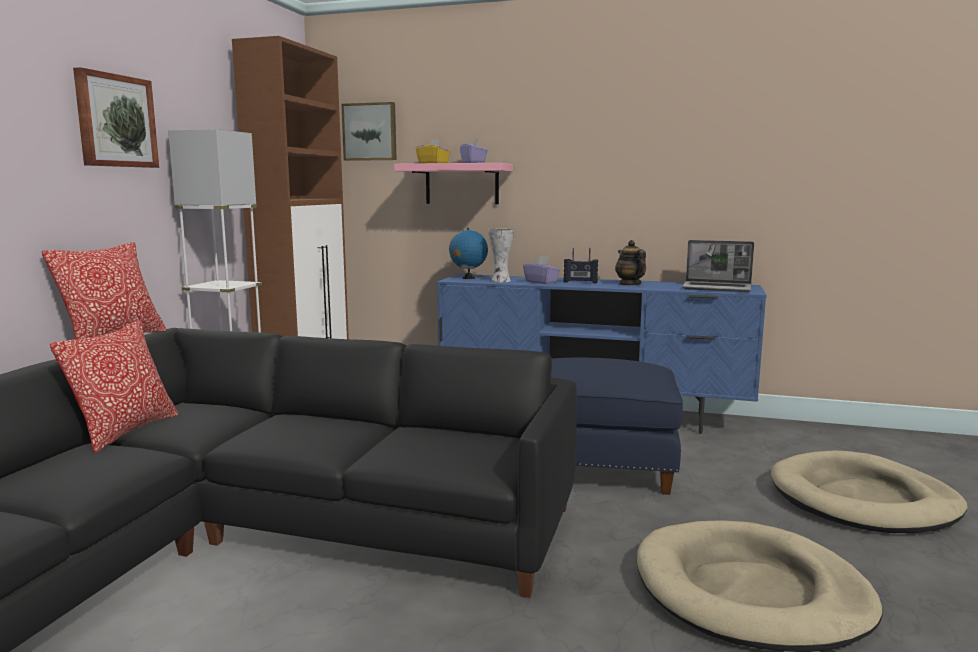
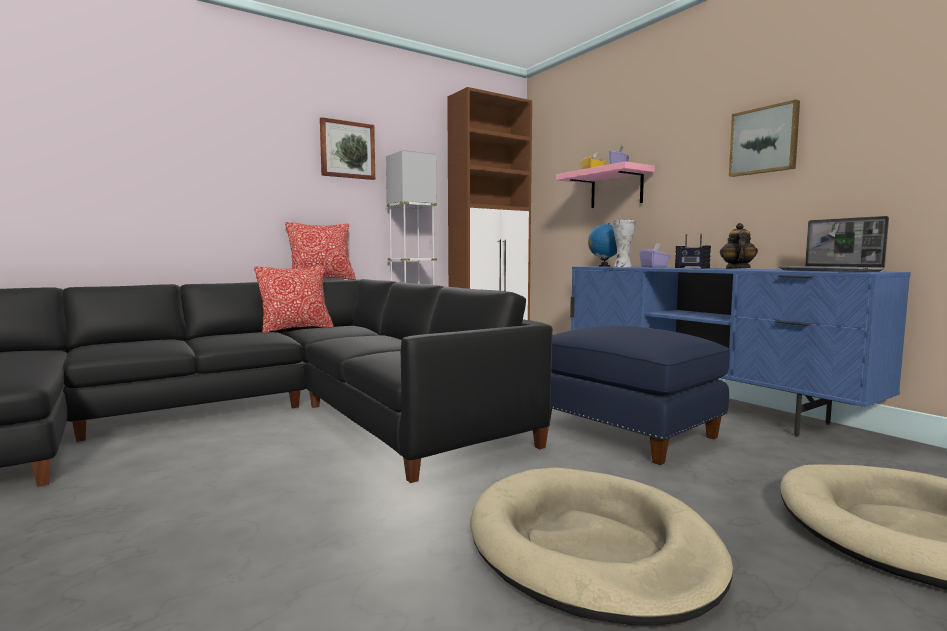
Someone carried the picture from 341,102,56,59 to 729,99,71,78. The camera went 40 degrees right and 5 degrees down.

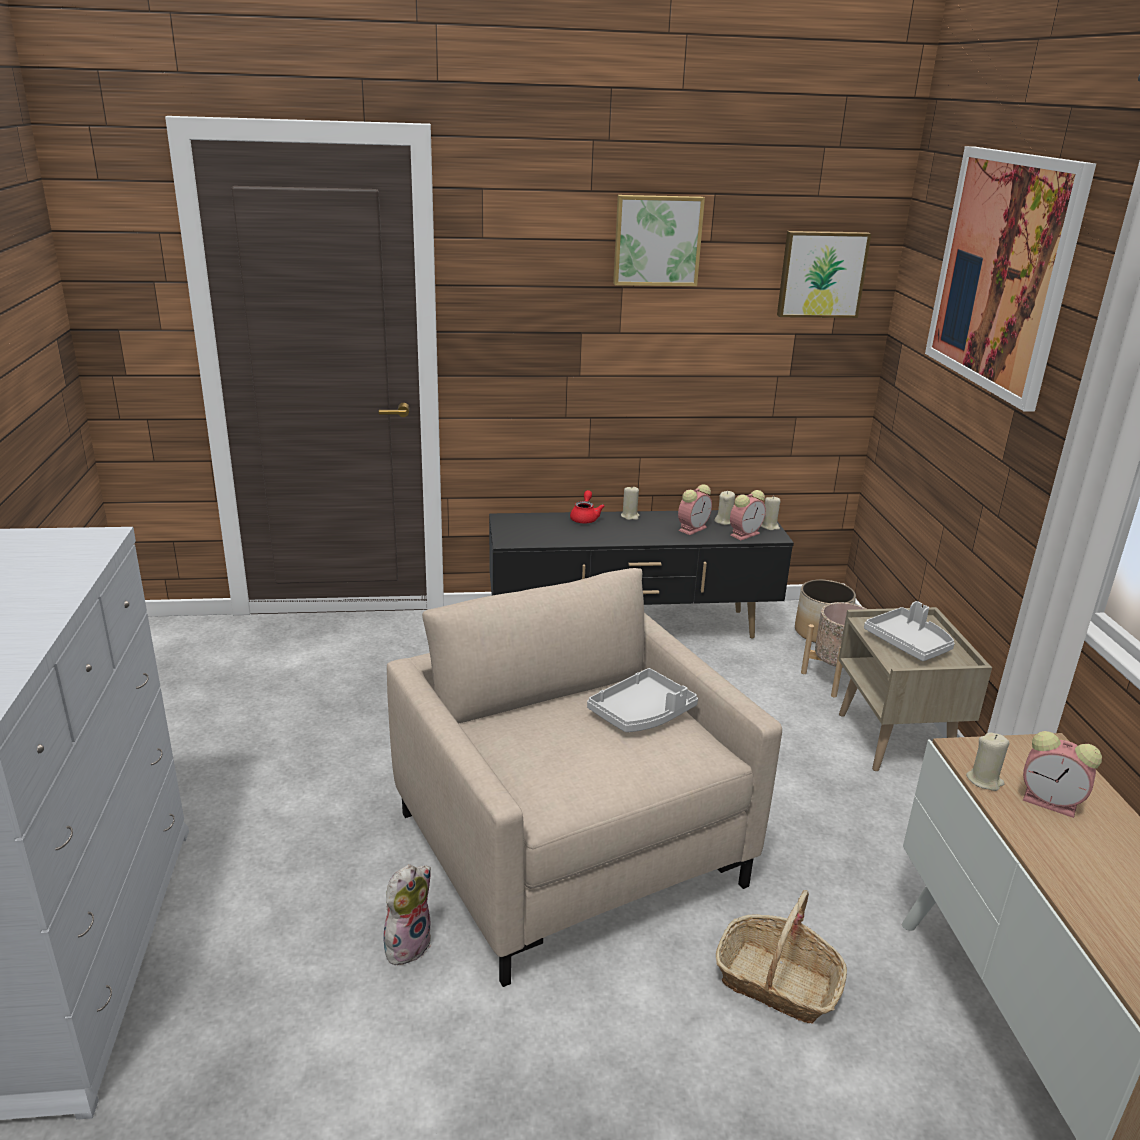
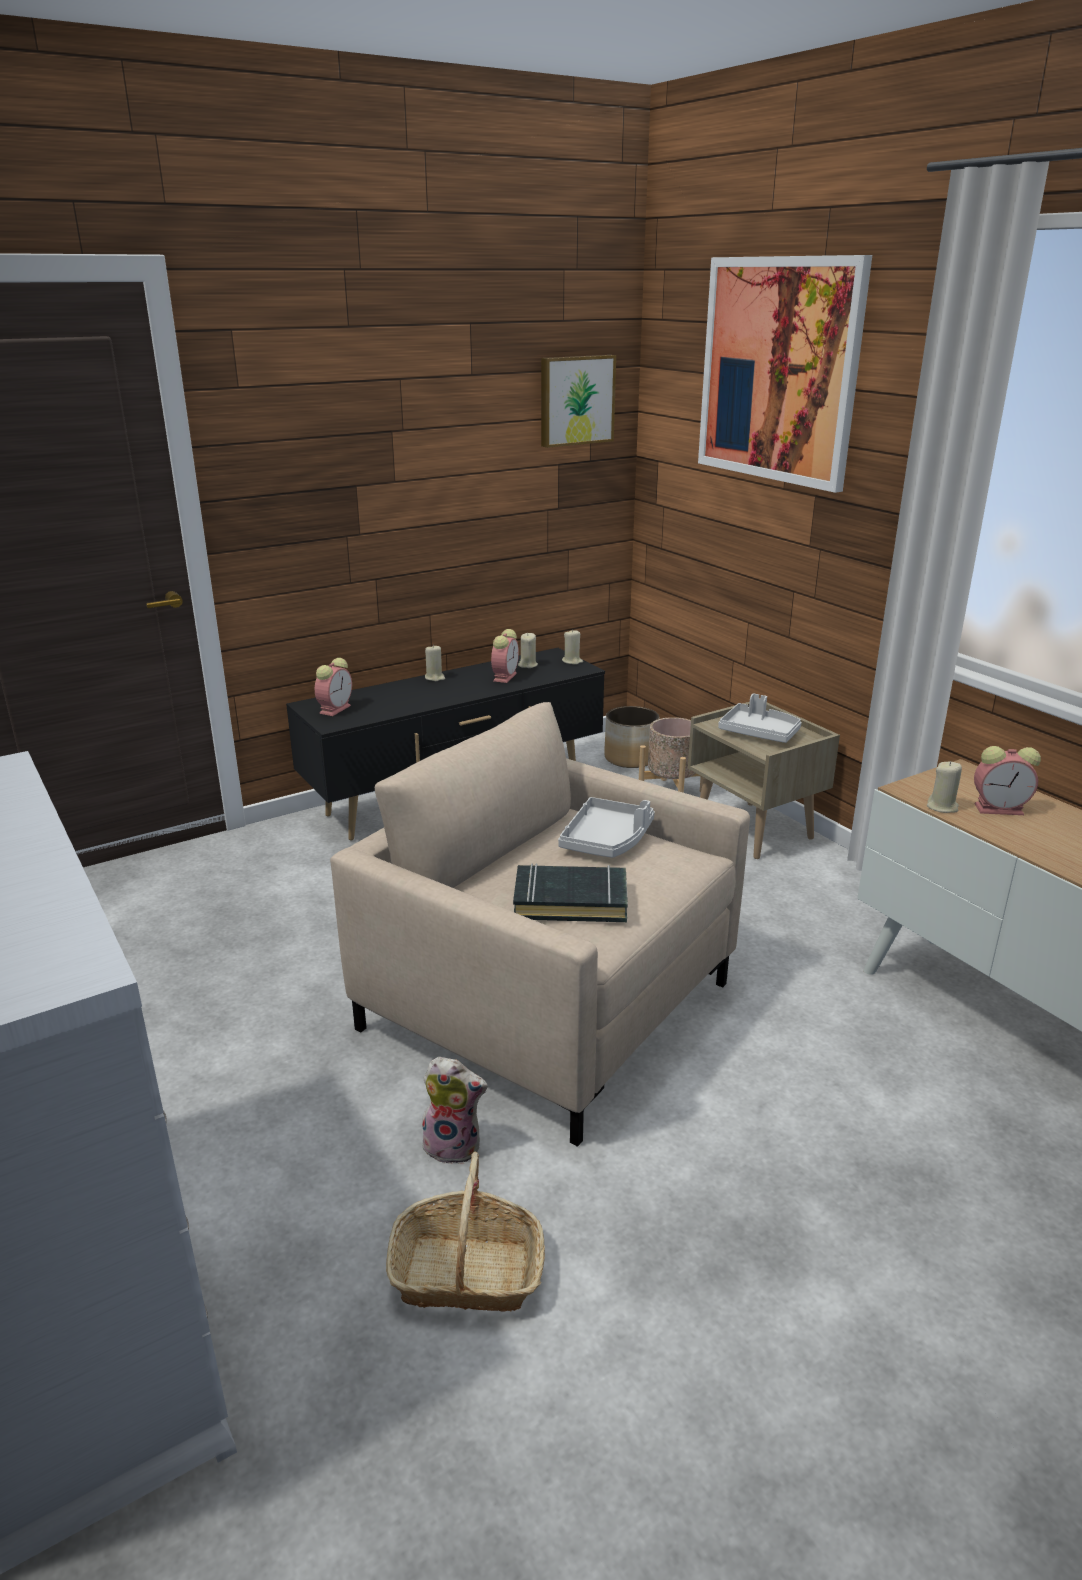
Someone carried the alarm clock from 730,490,36,50 to 315,658,37,58. Someone carried the basket from 716,890,131,134 to 386,1152,159,160. Someone rotated the plush toy at 383,864,48,105 by 90 degrees clockwise. Someone put down the black book at 513,863,115,59. Someone took away the red teapot at 570,490,35,34. Someone took away the picture at 613,195,92,91. The camera went 25 degrees left and 0 degrees up.

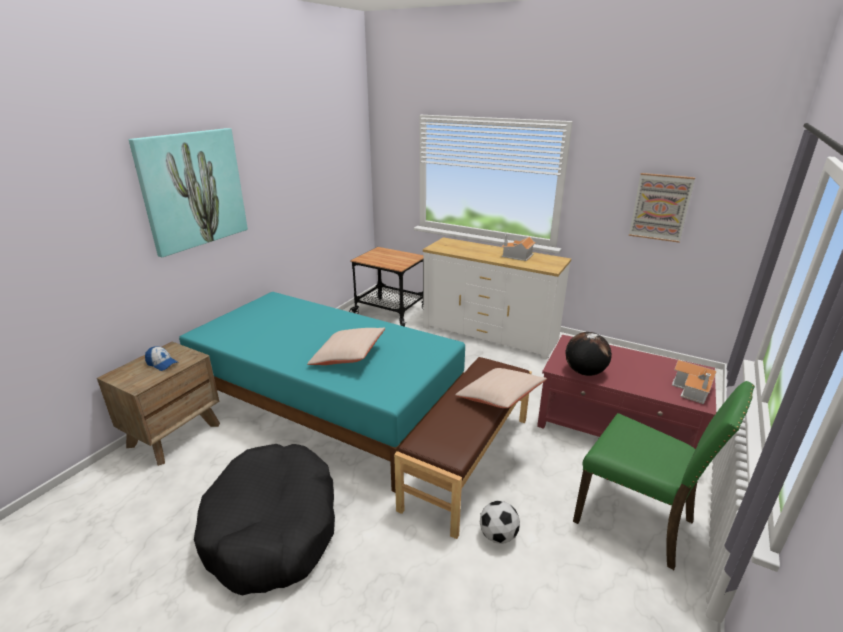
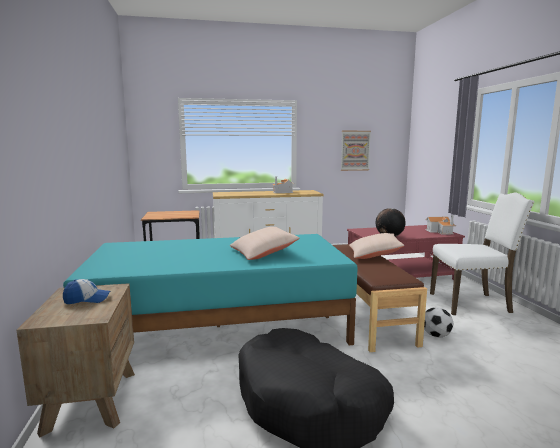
Someone repainted the green chair at 573,381,182,189, which became the white chair at 430,193,104,122. Someone took away the picture at 129,128,119,129. The camera went 40 degrees left and 15 degrees down.

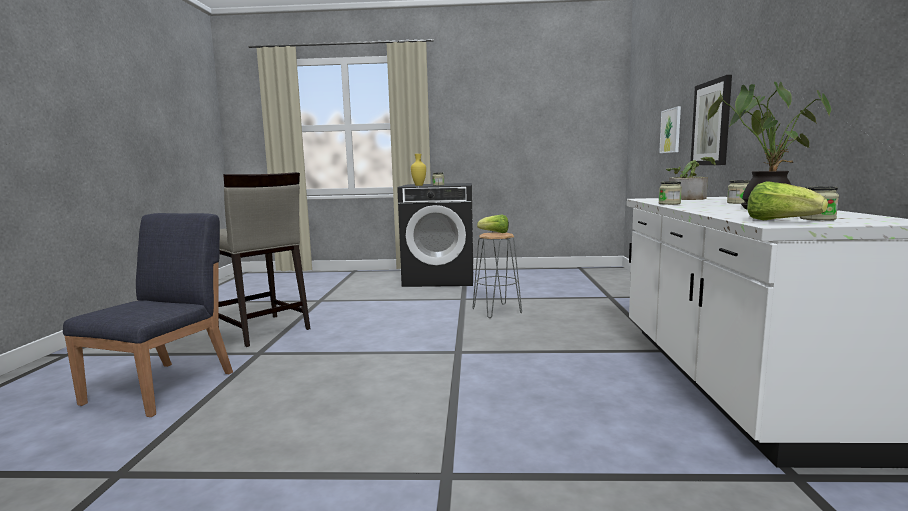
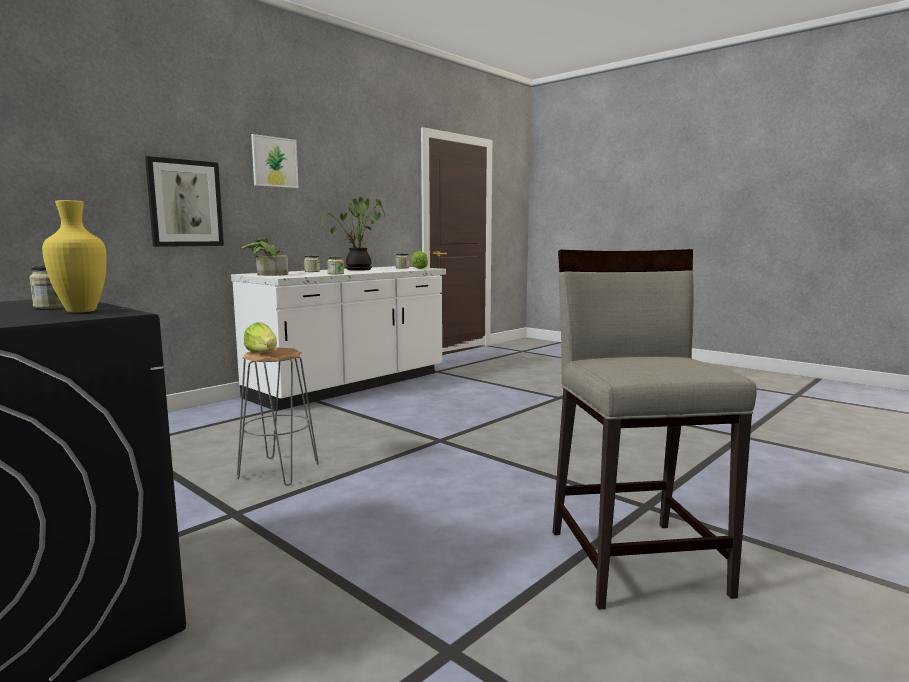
Someone carried the picture from 659,106,22,47 to 251,134,48,54. Someone took away the blue chair at 63,213,170,204. The camera went 140 degrees left and 0 degrees up.

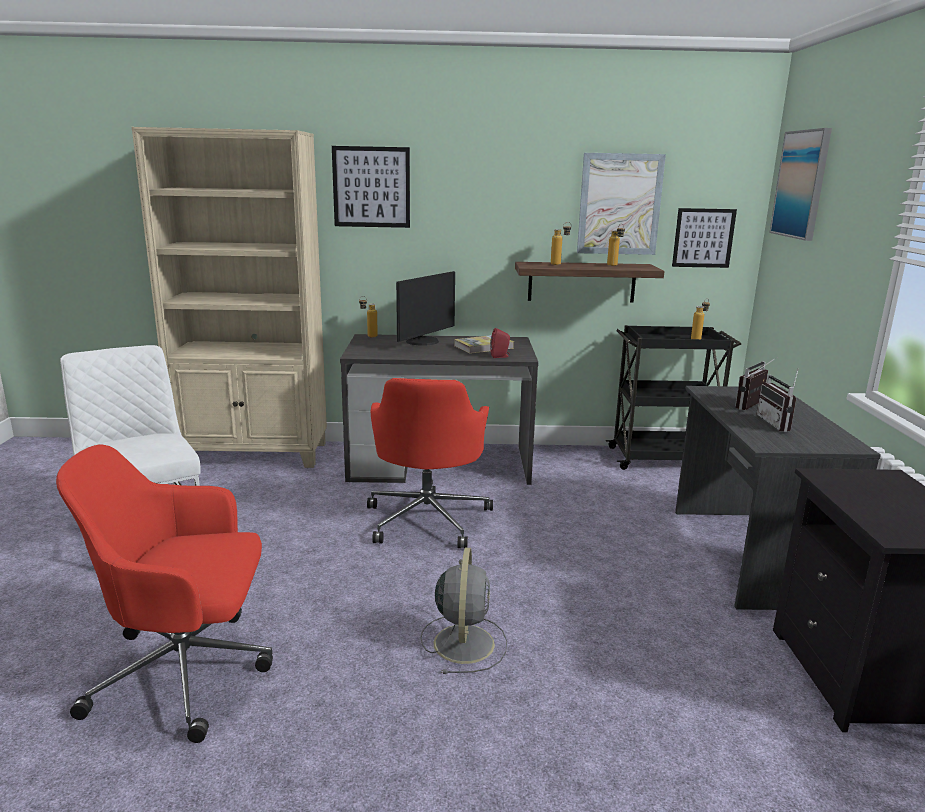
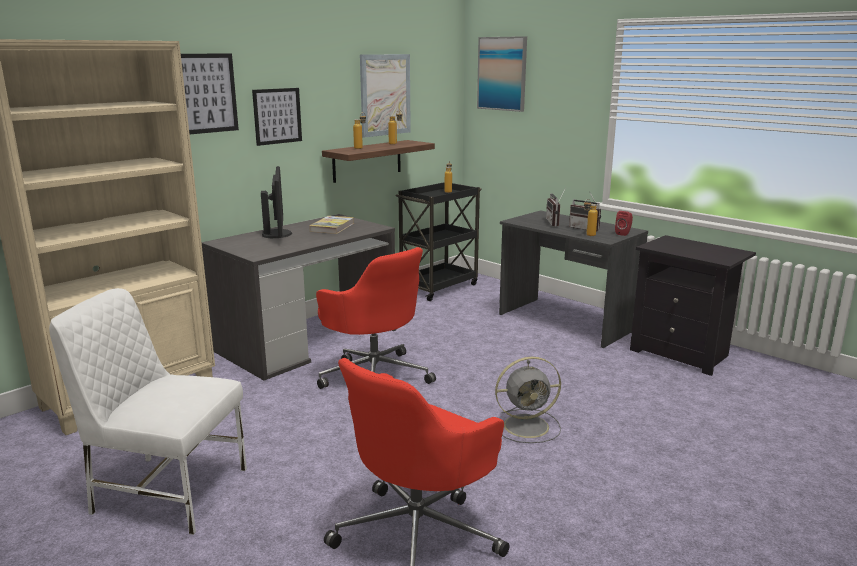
Someone carried the picture from 672,208,65,60 to 252,88,50,58. Someone rotated the grey fan at 420,548,87,126 by 120 degrees clockwise. Someone carried the bottle from 359,296,19,42 to 584,199,14,37. Someone carried the red speaker from 490,328,20,30 to 615,211,18,25. The camera went 45 degrees left and 0 degrees up.

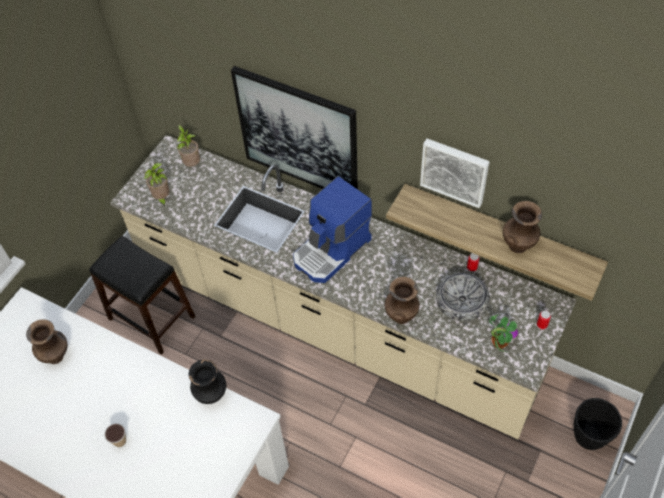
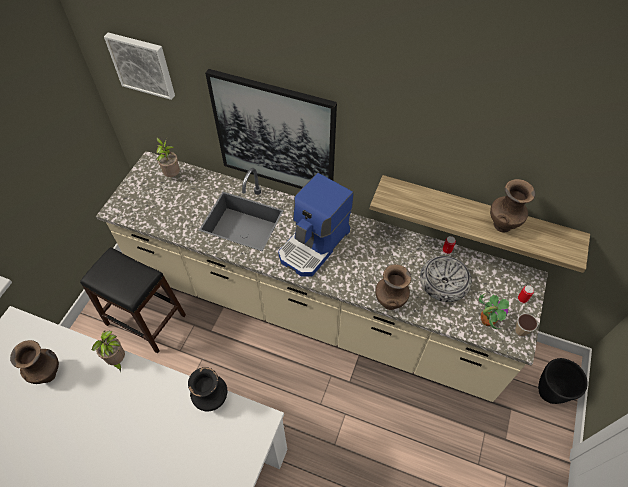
Someone carried the potted plant from 144,163,26,44 to 92,331,33,41. Someone carried the picture from 420,139,70,69 to 104,33,71,67. Someone carried the cup from 105,423,21,24 to 515,313,23,24. The camera went 10 degrees left and 0 degrees up.

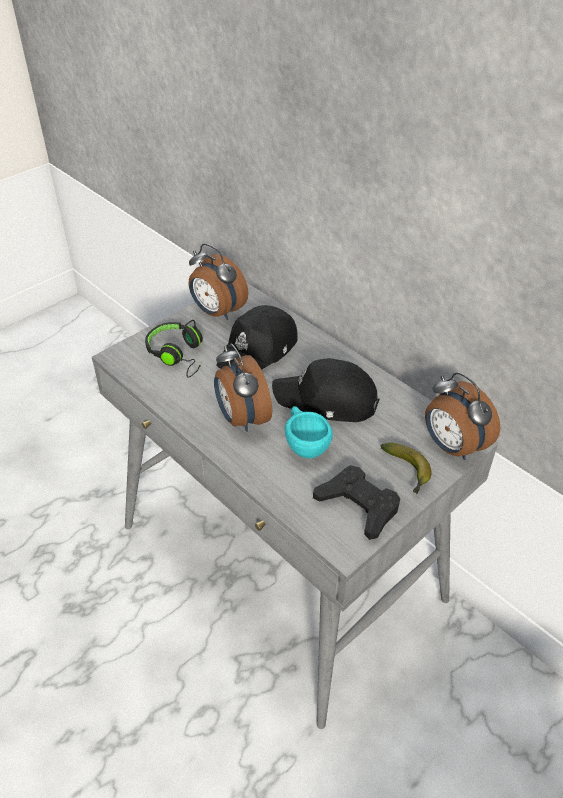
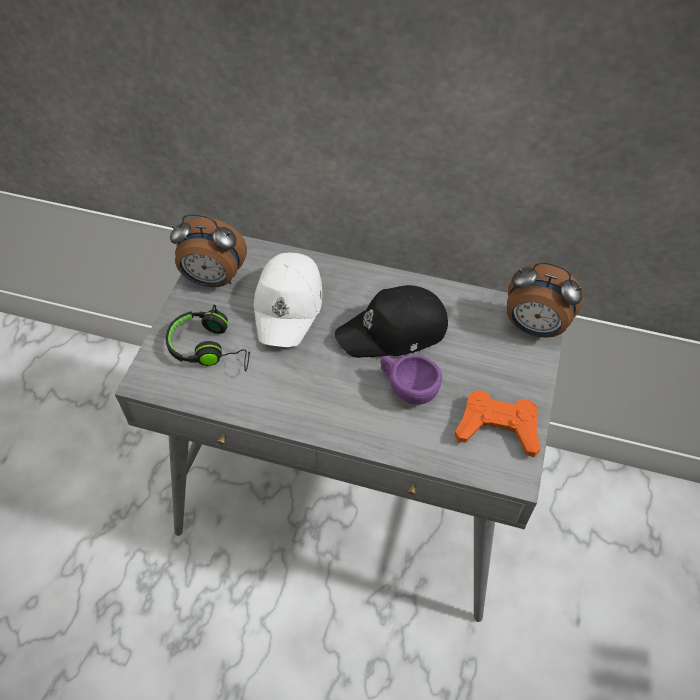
Someone repainted the black cap at 216,305,81,65, which became the white cap at 254,253,68,94. Someone repainted the turquoise cup at 285,406,48,52, which became the purple cup at 380,354,62,51. Someone repainted the black game controller at 313,465,87,75, which became the orange game controller at 455,390,86,67. Someone took away the alarm clock at 214,344,58,88. Someone took away the banana at 380,443,52,51. The camera went 30 degrees left and 10 degrees up.

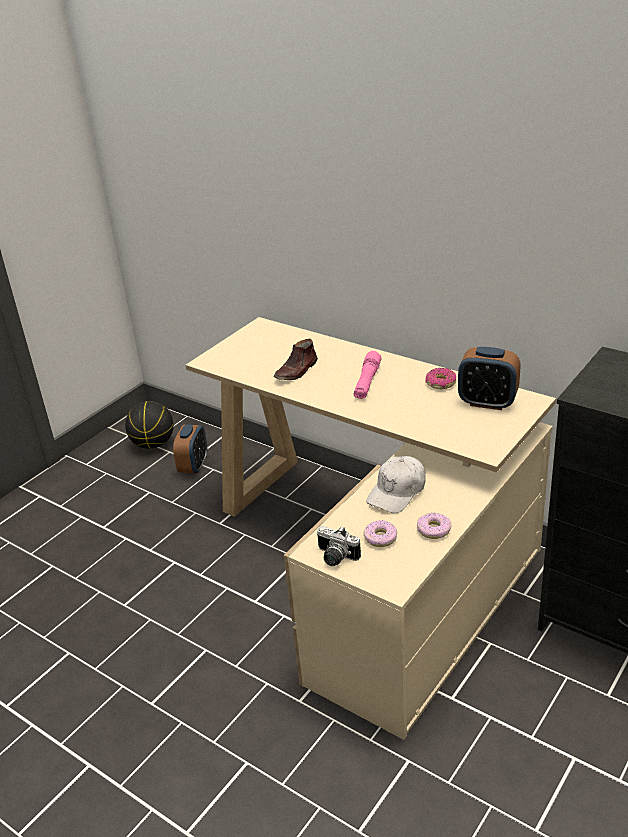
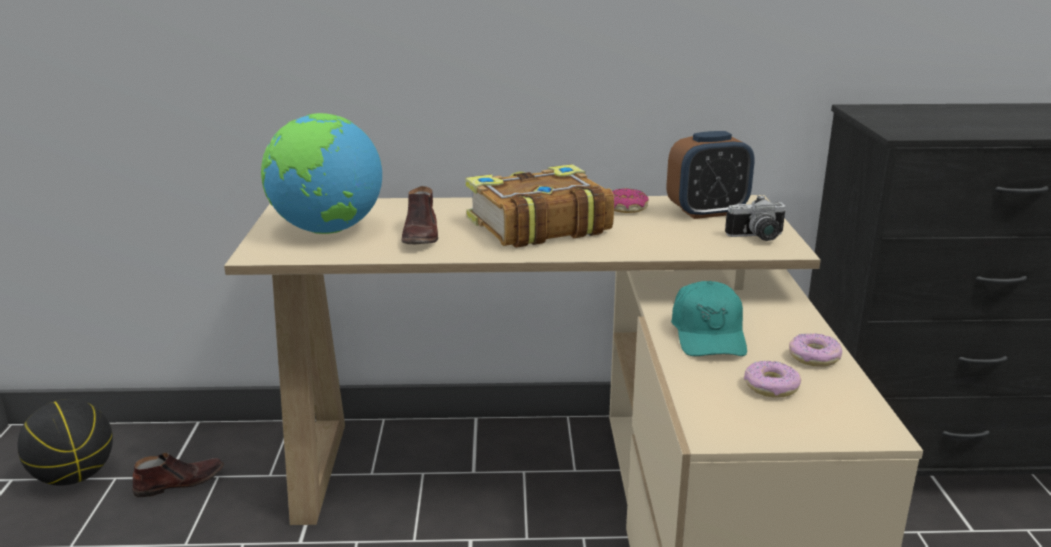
Someone swapped the alarm clock at 173,424,34,50 for the brown shoe at 132,452,92,45. Someone put down the globe at 261,113,121,121. Someone swapped the pink flashlight at 354,351,27,48 for the book at 466,164,148,84. Someone repainted the white cap at 366,456,59,57, which became the turquoise cap at 671,281,76,75. Someone carried the photo camera from 317,526,44,40 to 725,195,61,46. The camera went 40 degrees left and 10 degrees down.

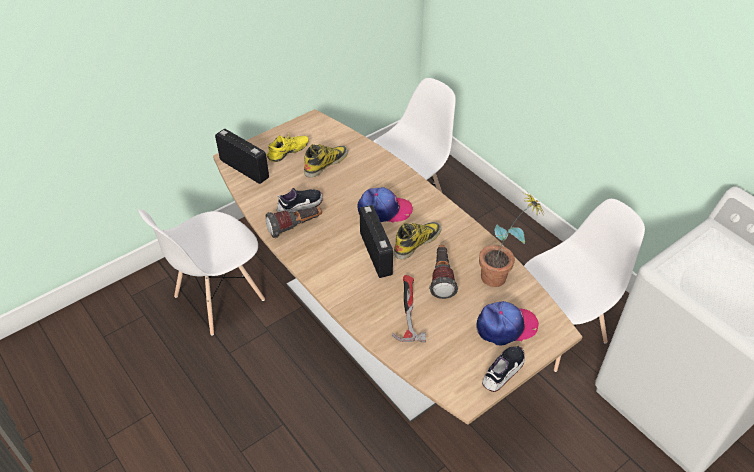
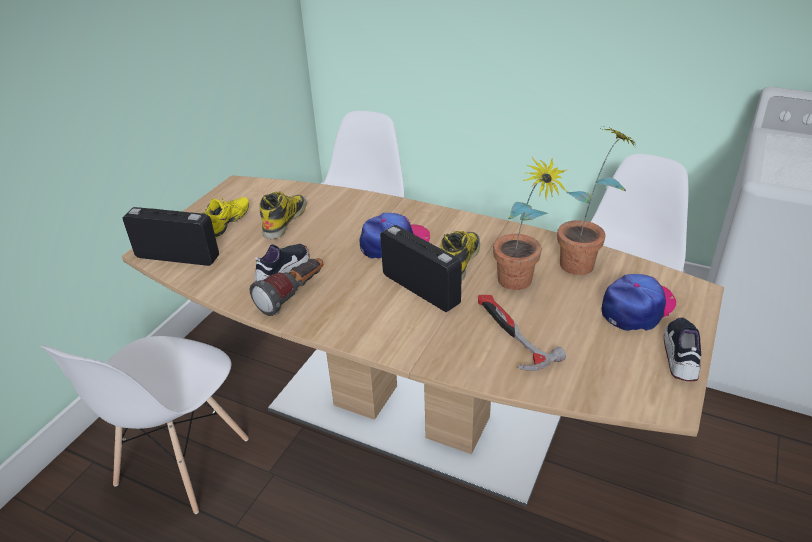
Someone swapped the flashlight at 429,245,29,54 for the potted plant at 493,157,75,133. The camera went 25 degrees left and 10 degrees down.

